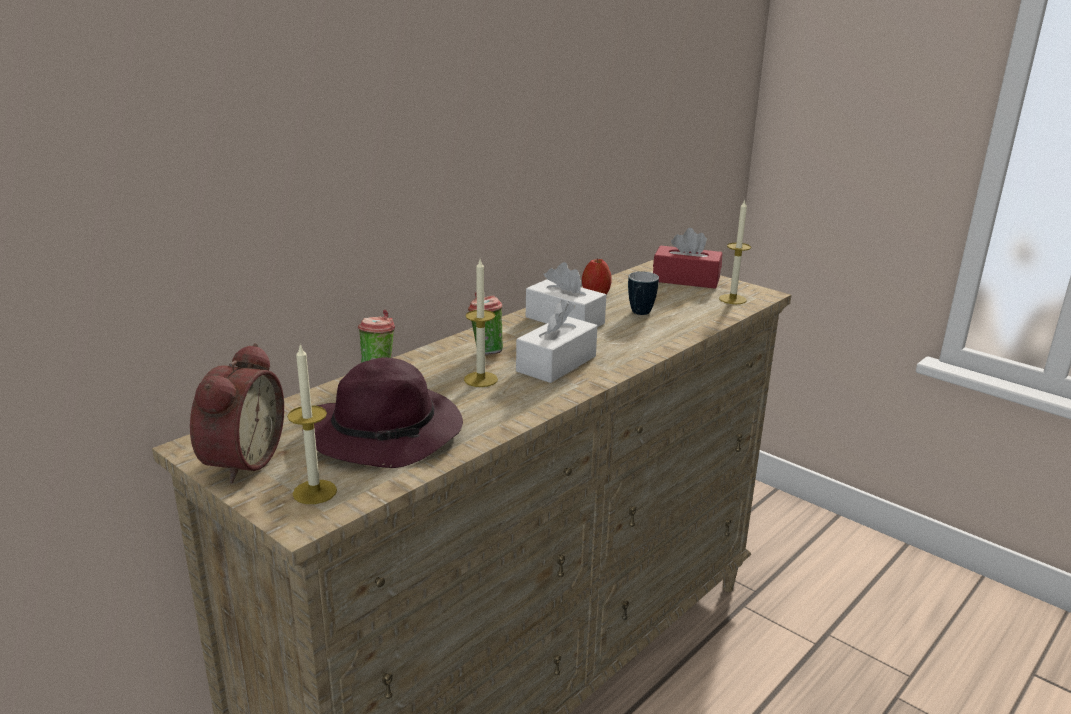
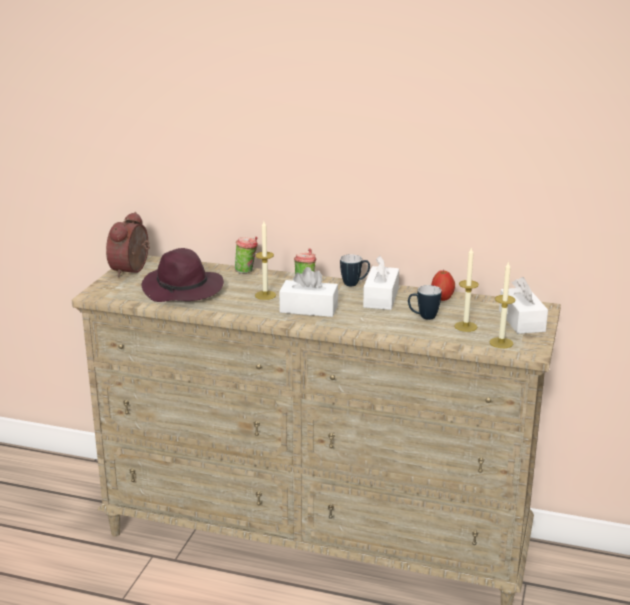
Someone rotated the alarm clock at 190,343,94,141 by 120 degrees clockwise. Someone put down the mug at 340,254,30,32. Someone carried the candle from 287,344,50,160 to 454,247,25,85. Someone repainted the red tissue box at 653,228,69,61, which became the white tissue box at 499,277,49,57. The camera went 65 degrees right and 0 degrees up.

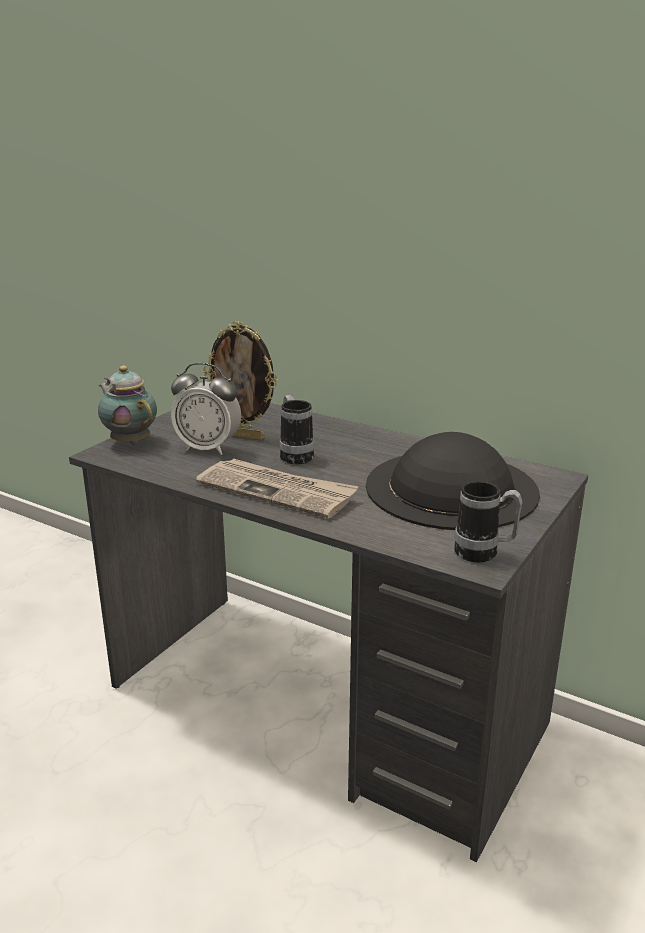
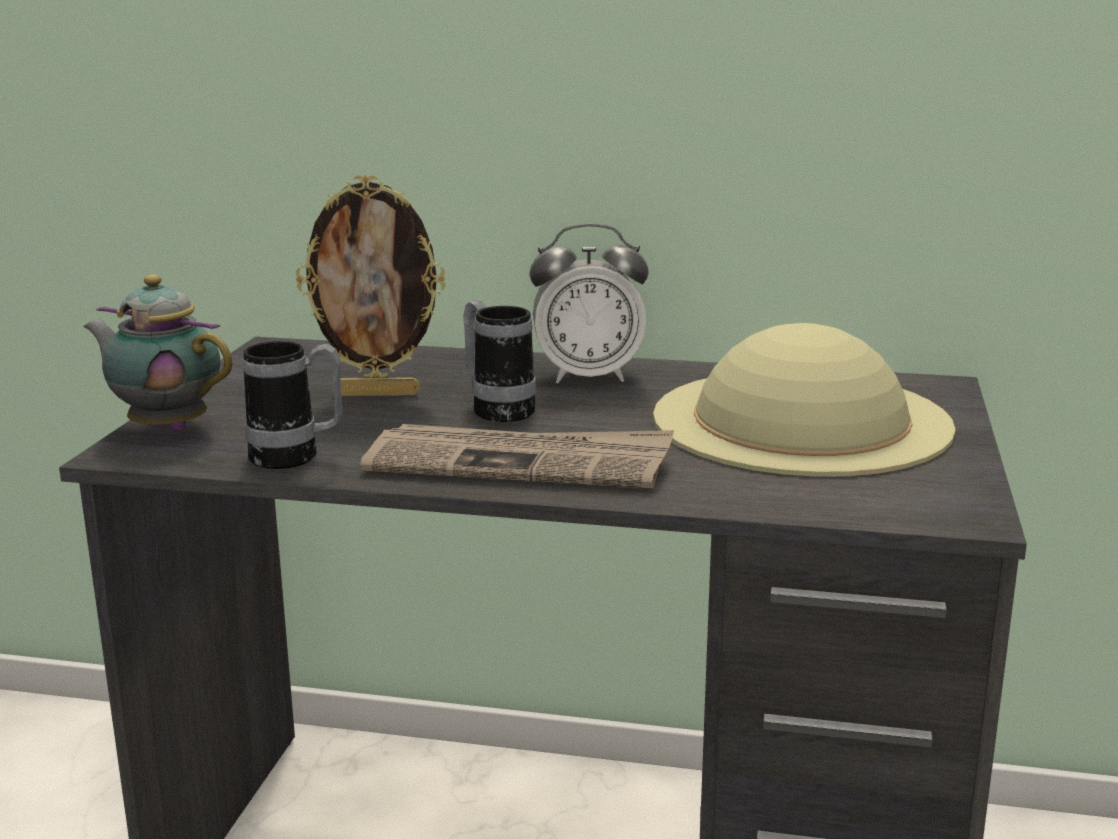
Someone carried the mug from 454,481,69,81 to 243,341,99,128. Someone carried the alarm clock from 171,363,70,92 to 529,223,120,160. Someone repainted the black hat at 366,432,174,98, which became the beige hat at 653,323,303,154. The camera went 20 degrees left and 5 degrees down.

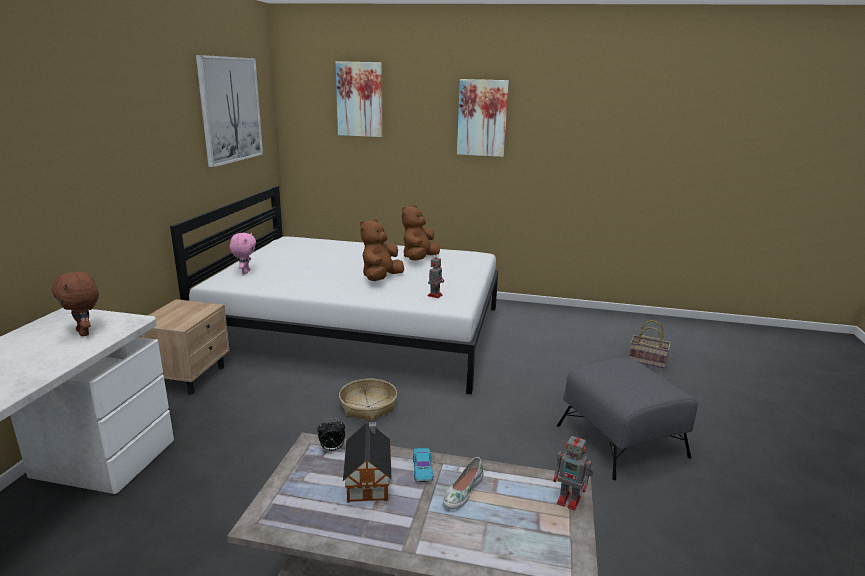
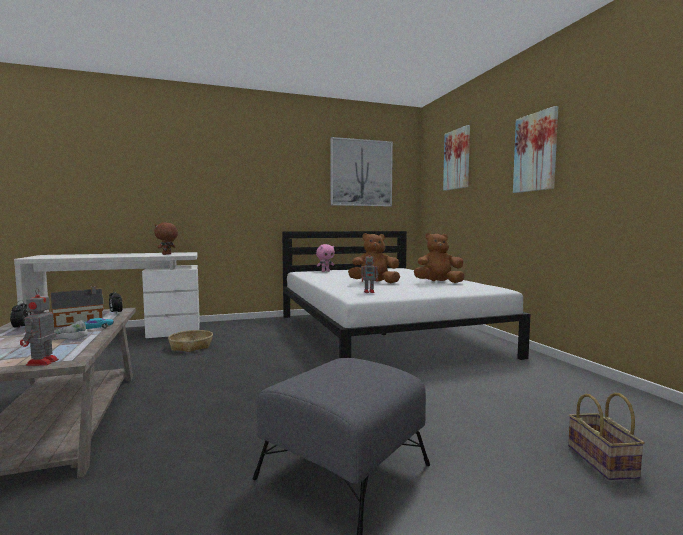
Someone put down the alarm clock at 10,300,21,28. Someone carried the basket from 339,379,58,42 to 168,330,45,22. Someone took away the beige nightstand at 139,299,91,96. The camera went 60 degrees right and 15 degrees down.

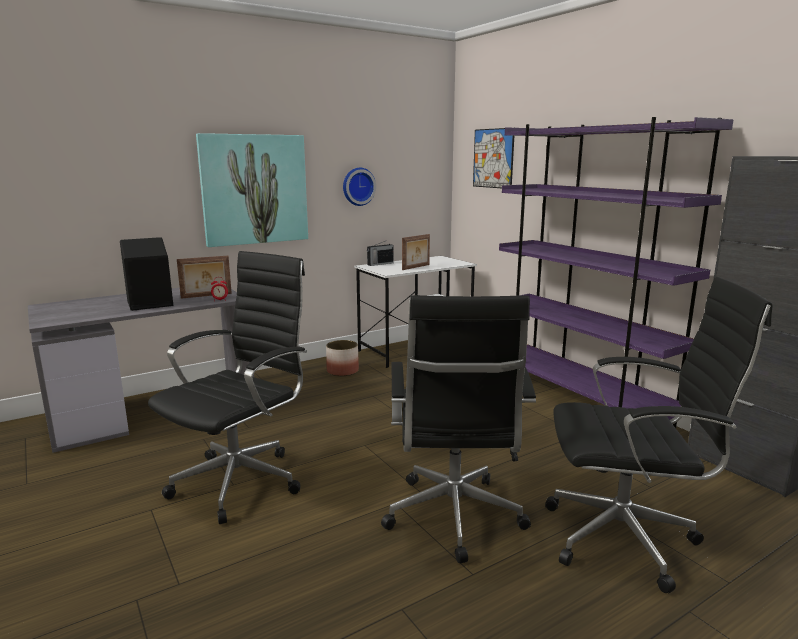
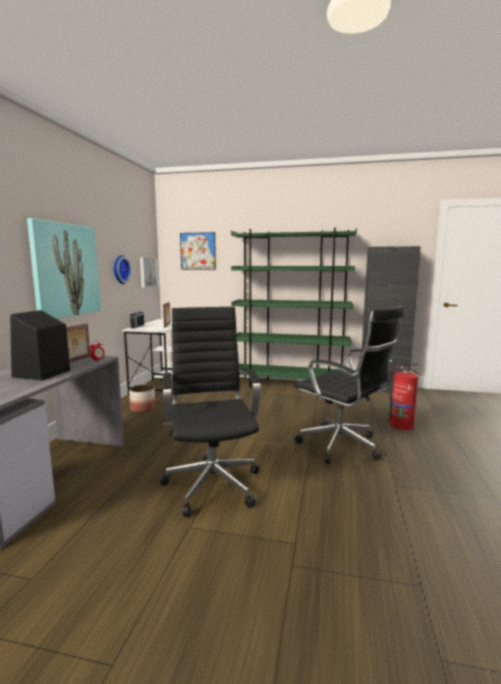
Someone put up the picture at 140,257,18,31. Someone repainted the purple bookcase at 499,117,235,311, which became the green bookcase at 231,227,126,160. Someone swapped the black office chair at 545,277,228,316 for the fire extinguisher at 388,364,32,66. The camera went 45 degrees left and 5 degrees down.

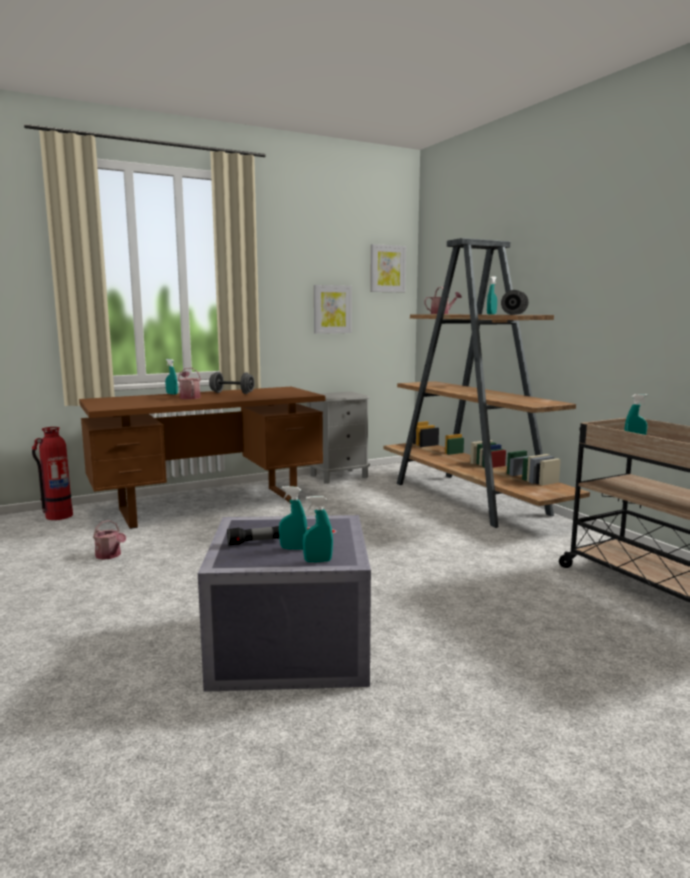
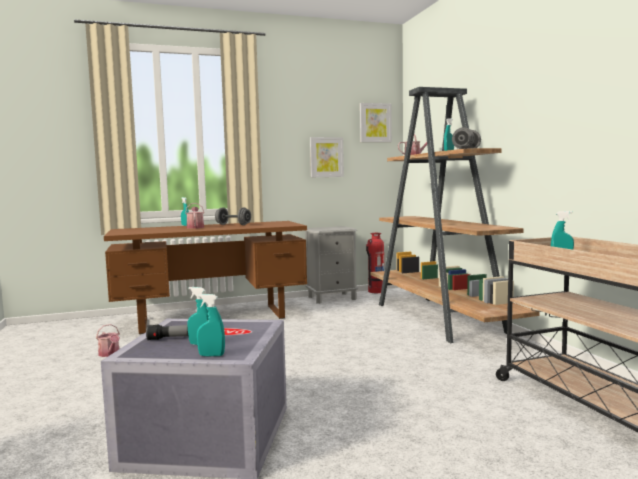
Someone carried the fire extinguisher from 32,427,41,93 to 366,233,18,60. The camera went 10 degrees right and 5 degrees down.

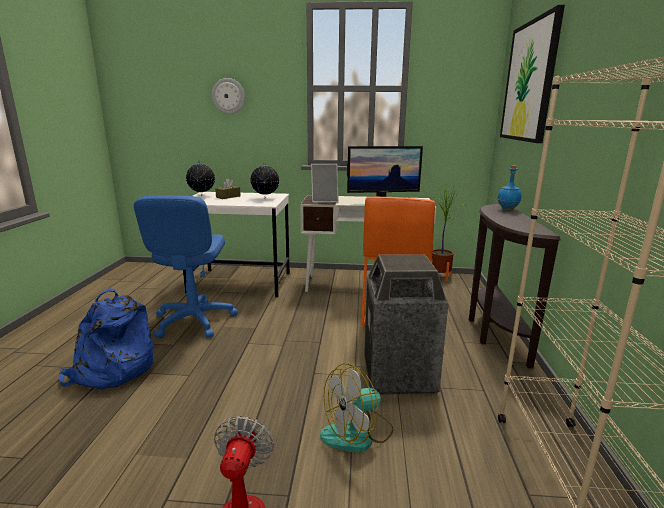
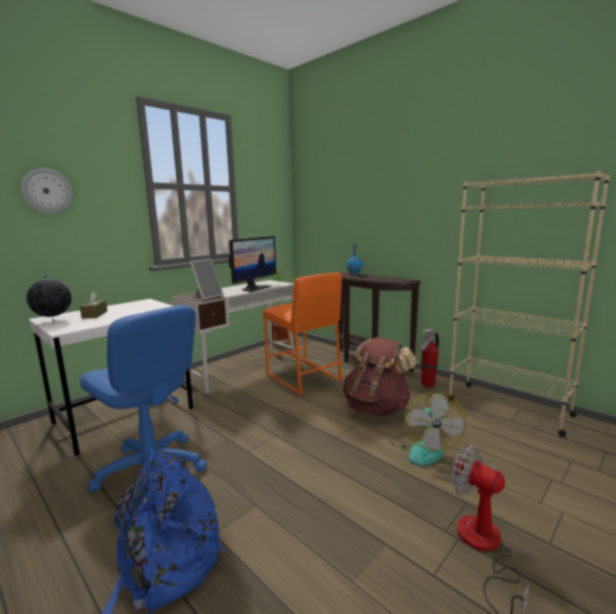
Someone swapped the trash can at 364,254,84,140 for the brown backpack at 343,337,74,79. Someone put down the fire extinguisher at 420,329,19,58. Someone took away the globe at 250,163,29,35. Someone took away the picture at 500,5,65,138. The camera went 50 degrees left and 5 degrees down.

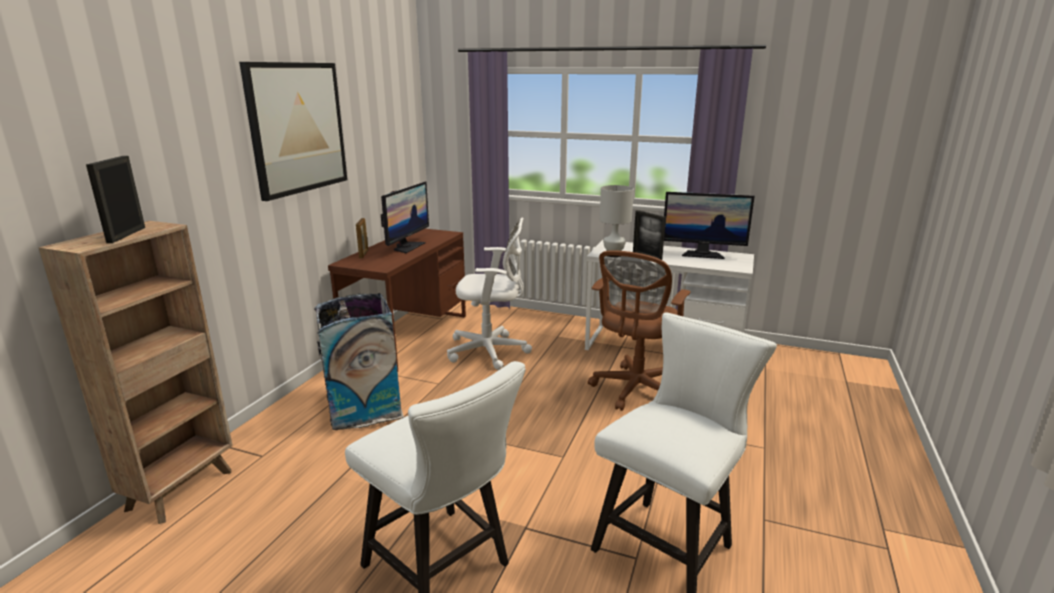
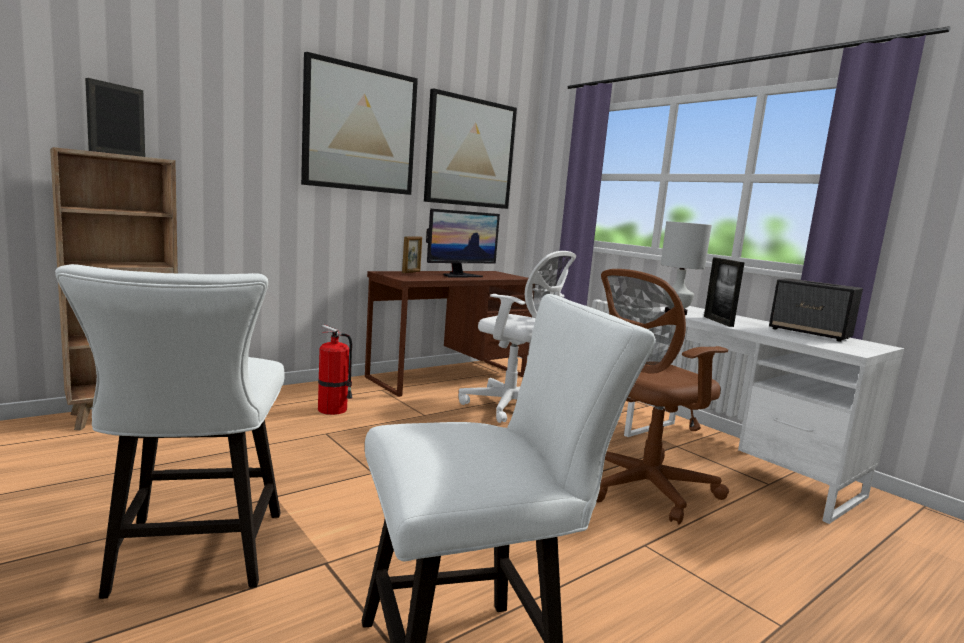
Someone swapped the trash can at 314,293,90,137 for the fire extinguisher at 318,325,35,90. Someone put up the picture at 424,88,93,121. Someone swapped the monitor at 664,192,91,67 for the speaker at 769,279,94,63. The camera went 30 degrees right and 10 degrees down.

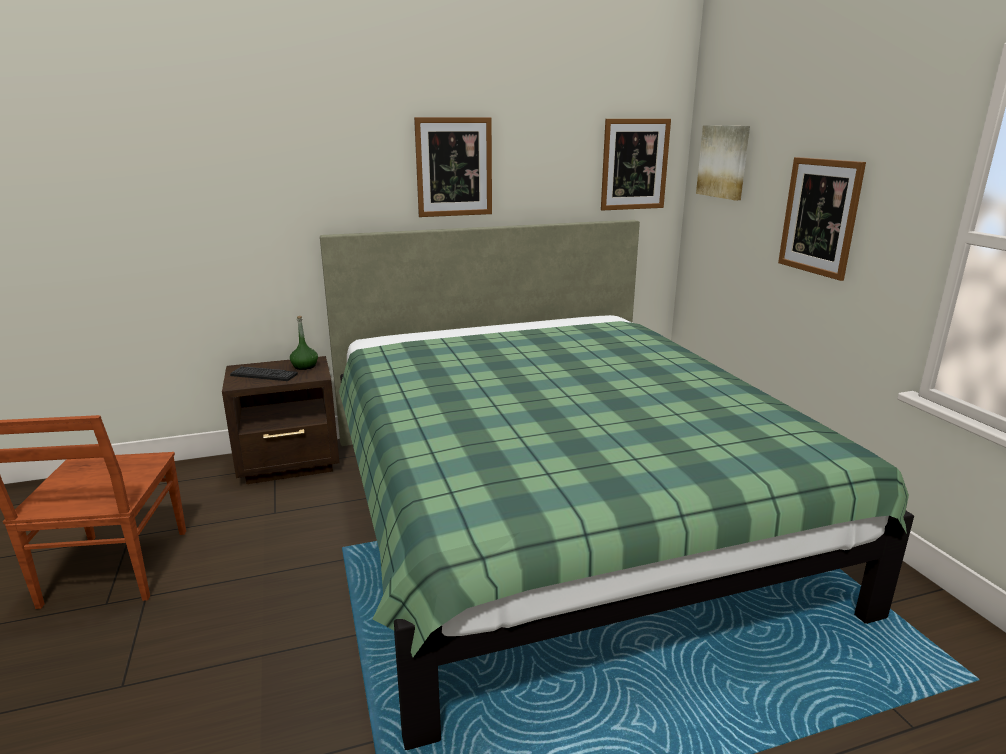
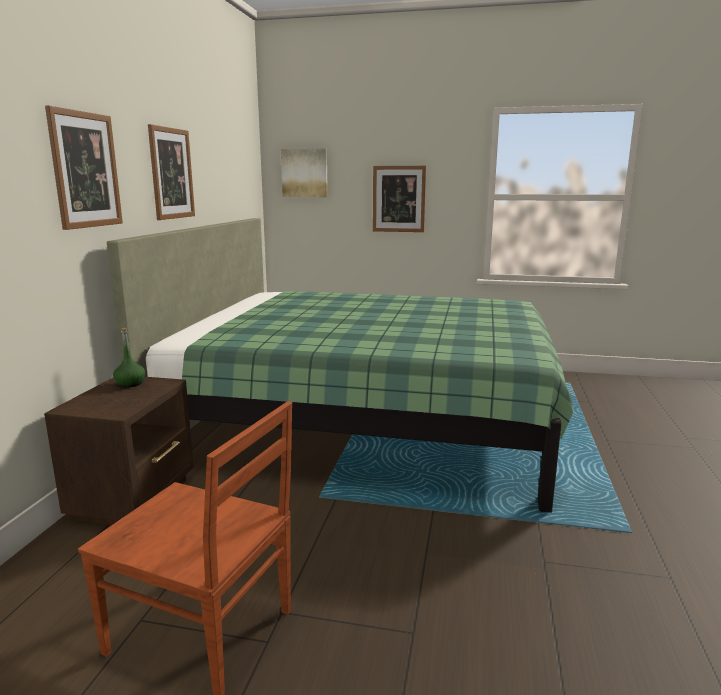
Someone carried the picture from 601,119,70,92 to 45,105,78,125. Someone took away the keyboard at 230,366,68,15. The camera went 60 degrees left and 5 degrees down.

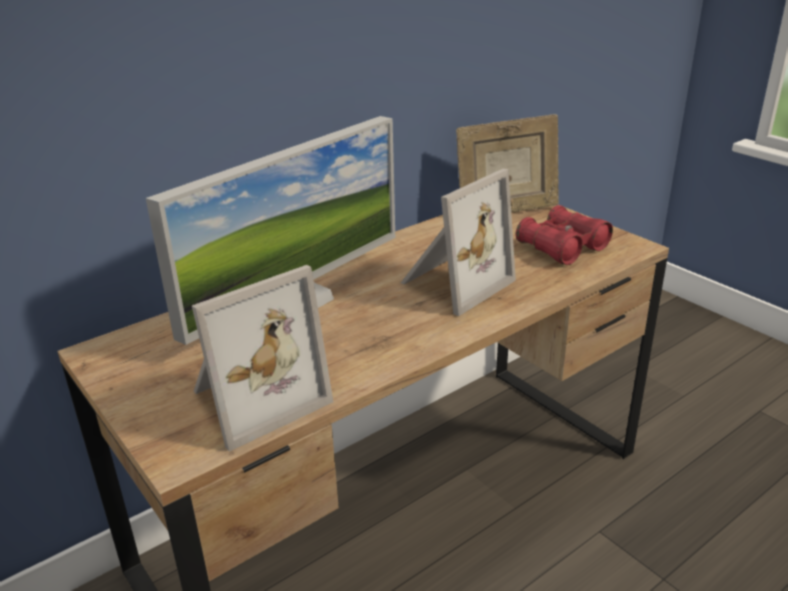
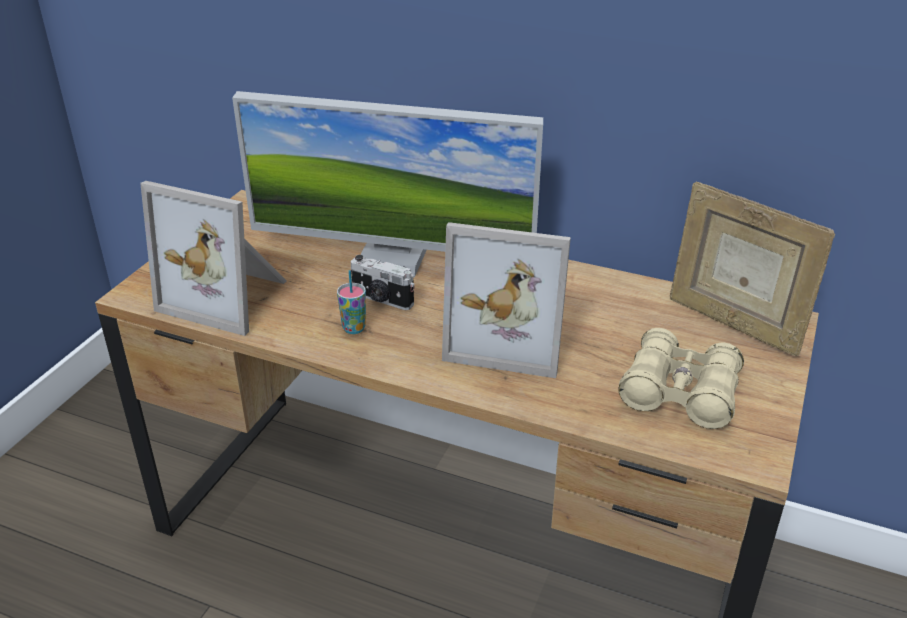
Someone put down the cup at 337,270,29,64. Someone put down the photo camera at 351,255,64,55. Someone repainted the red binoculars at 516,205,97,60, which became the beige binoculars at 619,328,125,101. The camera went 60 degrees right and 5 degrees up.

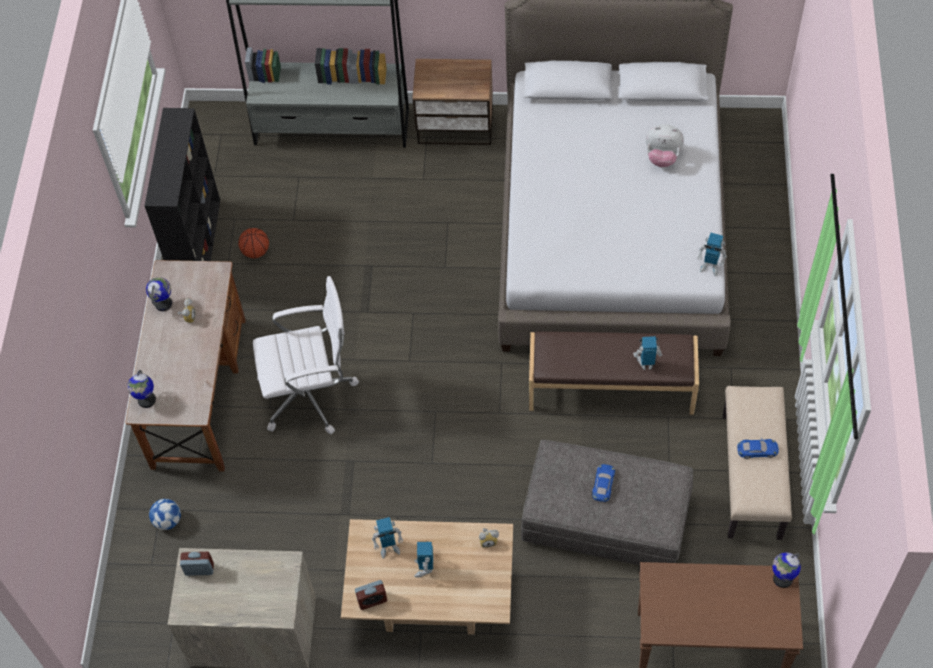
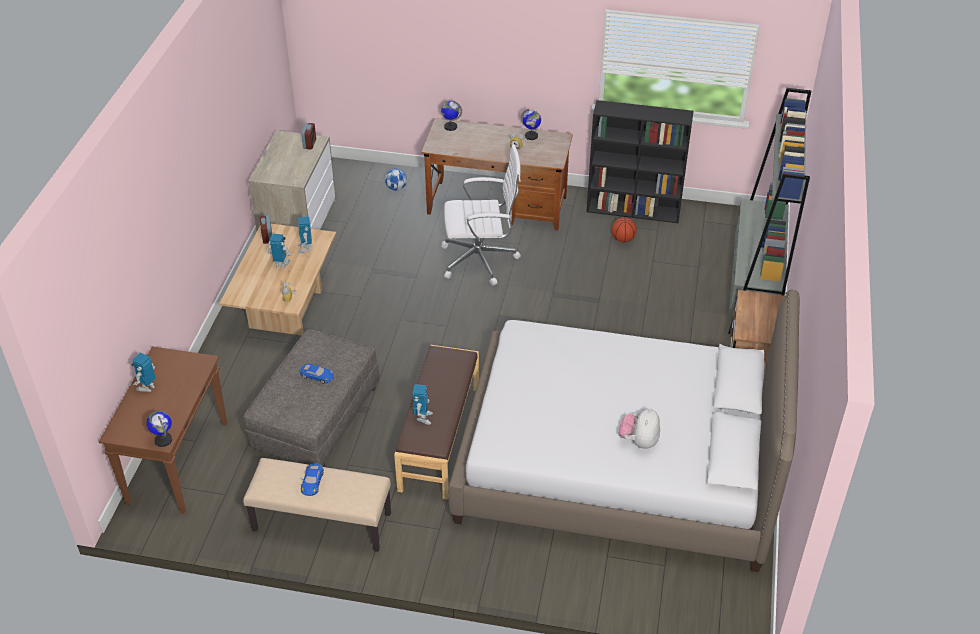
Someone carried the toy robot from 697,233,30,43 to 131,353,25,39. Someone rotated the white office chair at 253,276,106,158 by 90 degrees counterclockwise. The camera went 95 degrees right and 15 degrees down.

